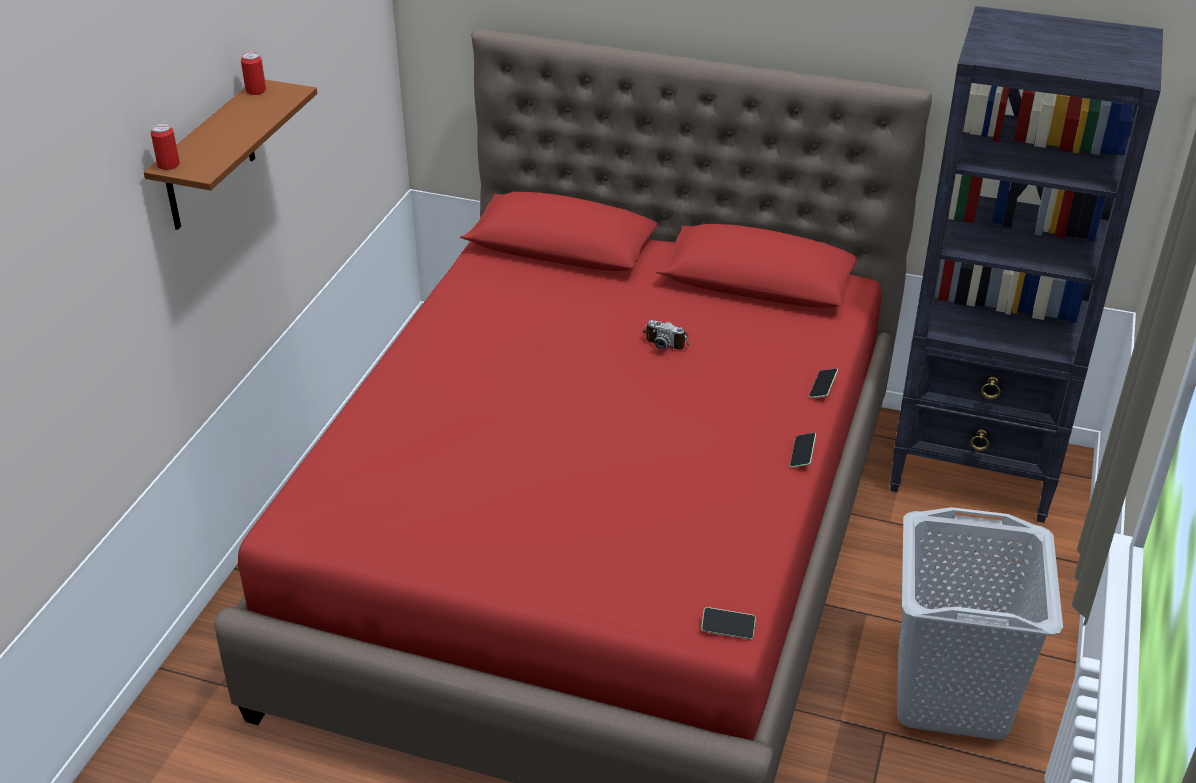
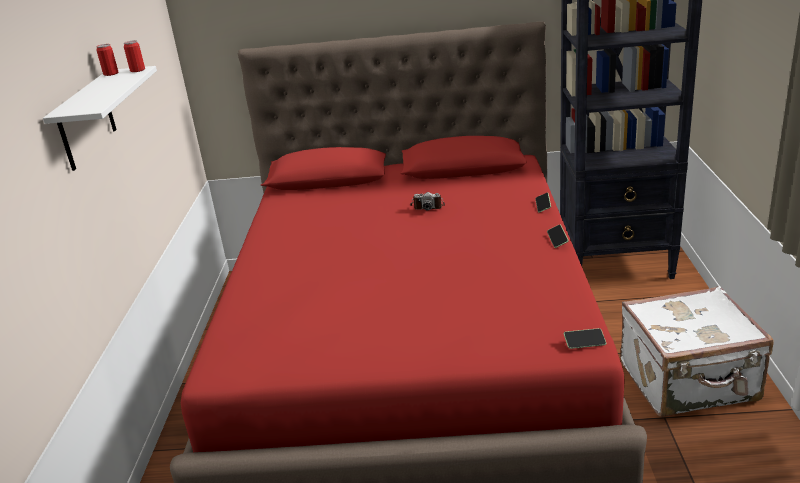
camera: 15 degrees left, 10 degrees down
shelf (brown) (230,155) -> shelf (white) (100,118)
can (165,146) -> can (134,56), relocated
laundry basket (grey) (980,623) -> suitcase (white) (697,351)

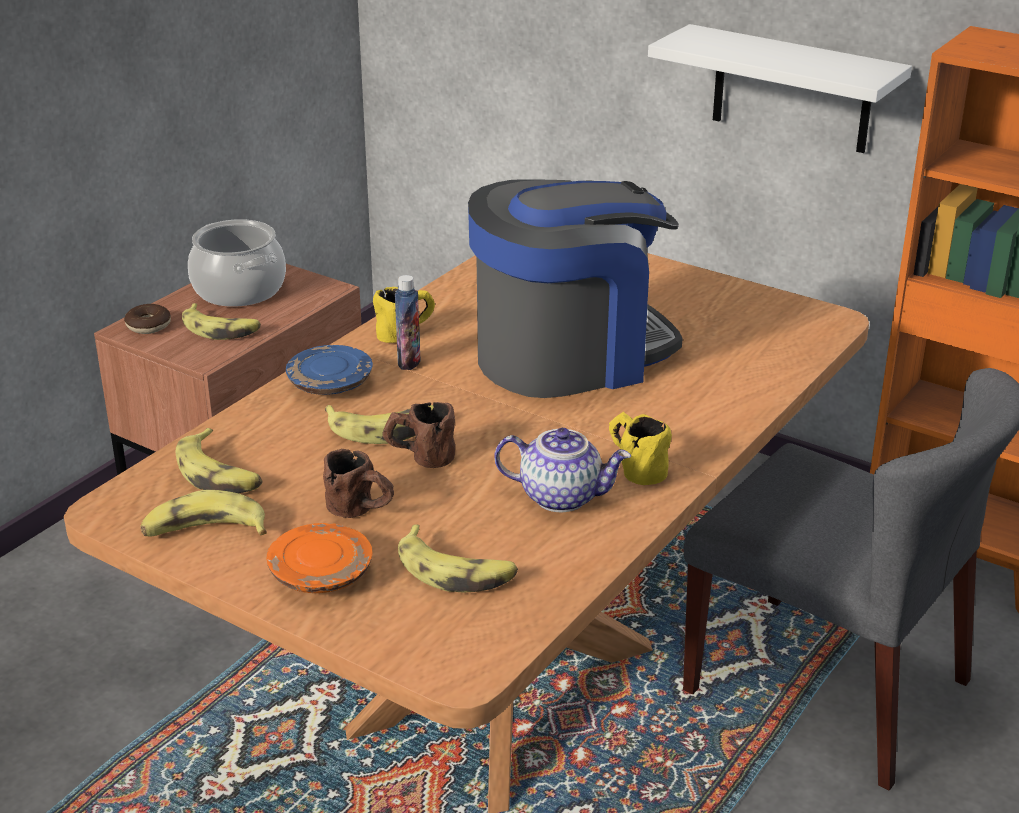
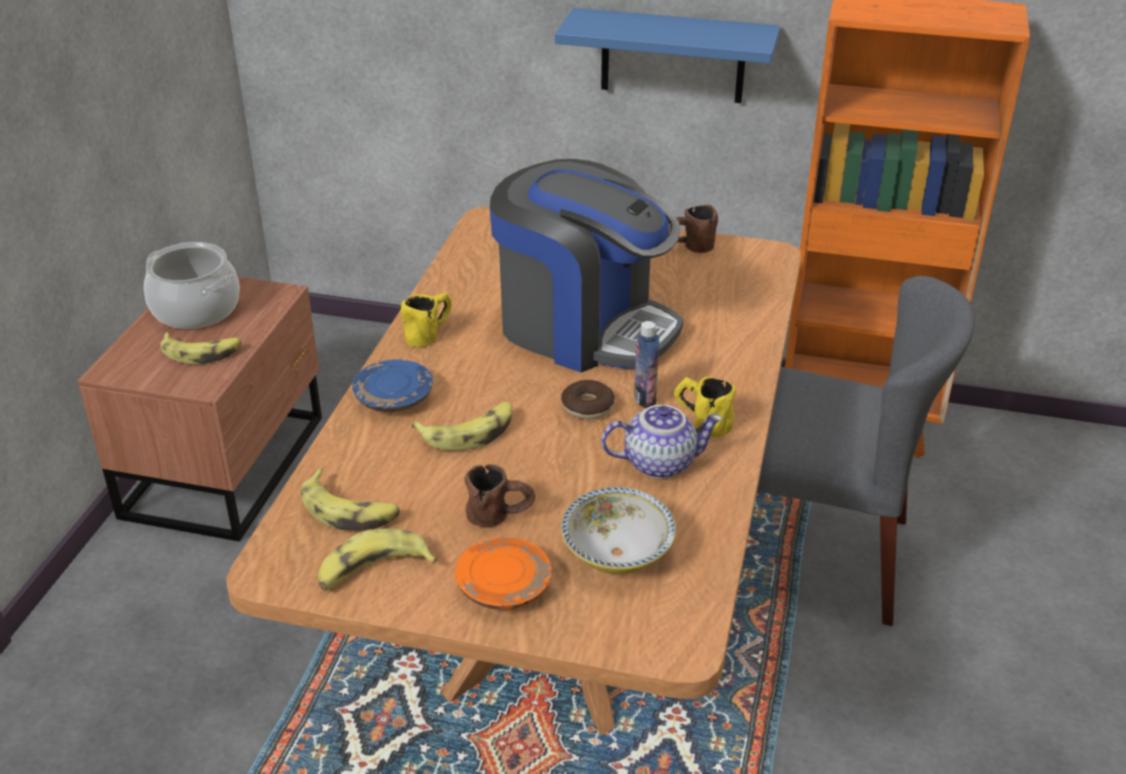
camera: 20 degrees left, 5 degrees up
donut (147,319) -> donut (587,399), relocated
mug (brown) (419,435) -> mug (brown) (694,229), relocated
bottle (408,322) -> bottle (646,364), relocated
banana (458,558) -> bowl (618,530)
coffee machine (575,288) -> coffee machine (586,266), 75 degrees clockwise
shelf (white) (780,88) -> shelf (blue) (667,55)

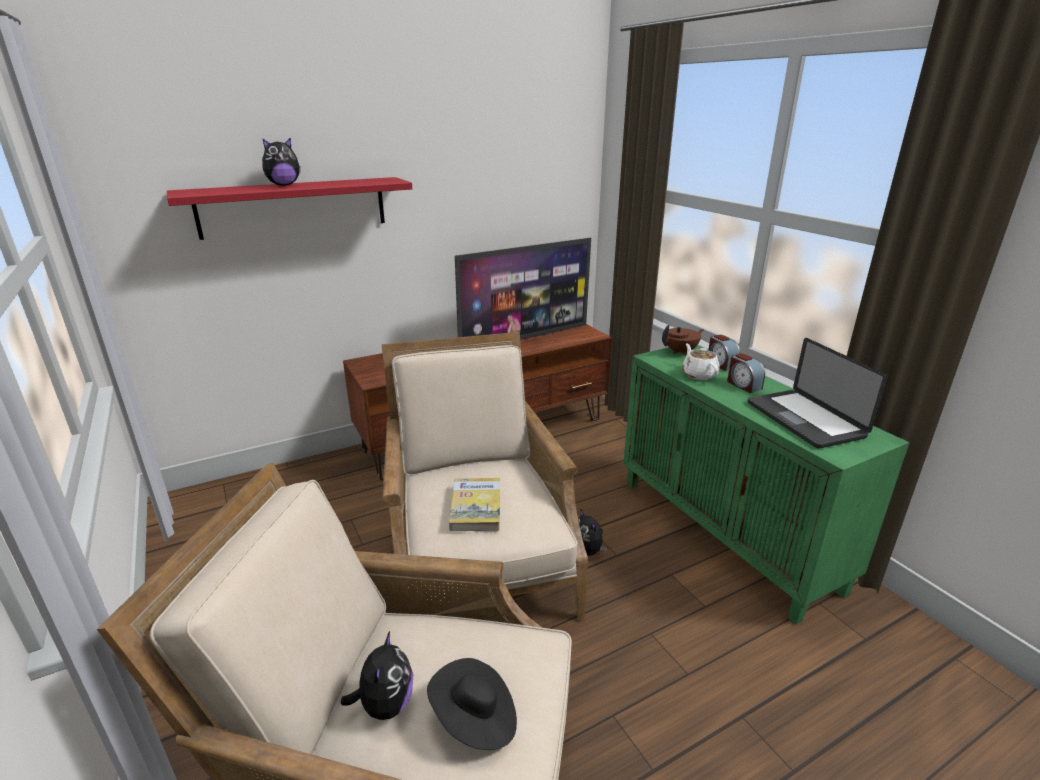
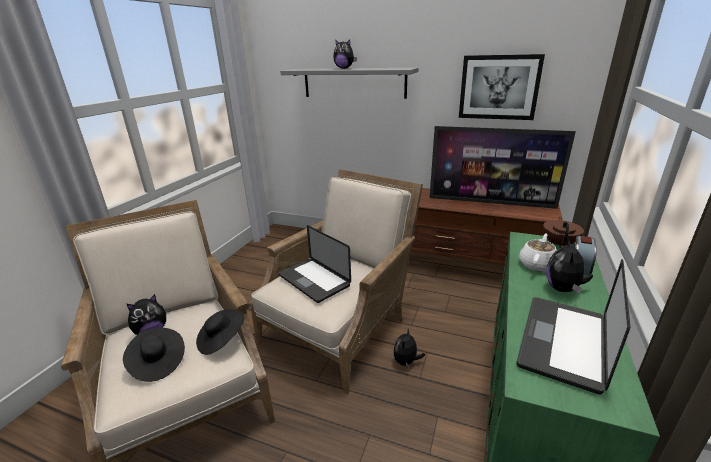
camera: 50 degrees right, 0 degrees up
shelf (red) (289,208) -> shelf (grey) (349,83)
book (474,504) -> laptop (315,264)
teapot (brown) (683,340) -> teapot (brown) (563,232), 90 degrees counterclockwise
alarm clock (746,373) -> plush toy (569,265)
none -> hat (black) (220,332)
none -> picture (502,87)

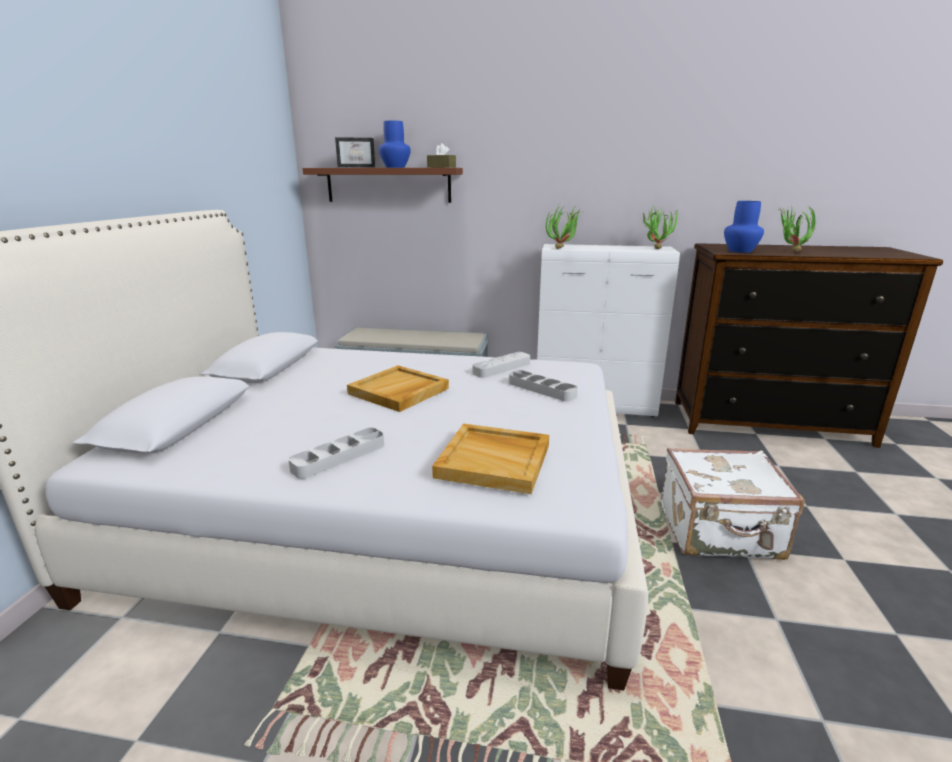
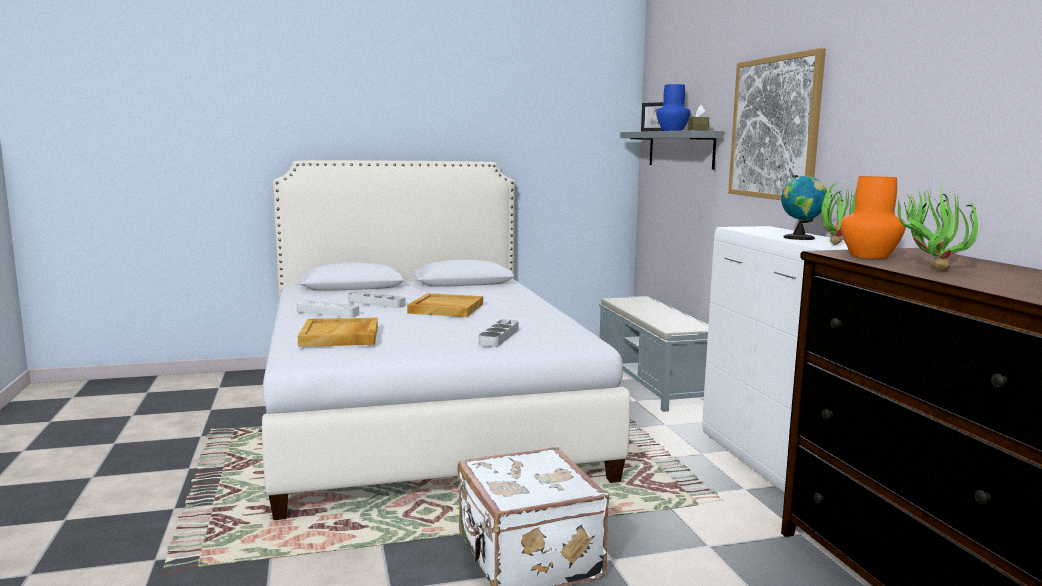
camera: 65 degrees right, 10 degrees down
shelf (brown) (383,185) -> shelf (grey) (672,150)
tray (grey) (501,365) -> tray (grey) (377,299), relocated
potted plant (563,228) -> none
vase (blue) (744,227) -> vase (orange) (873,217)
none -> picture (777,124)
none -> globe (804,207)

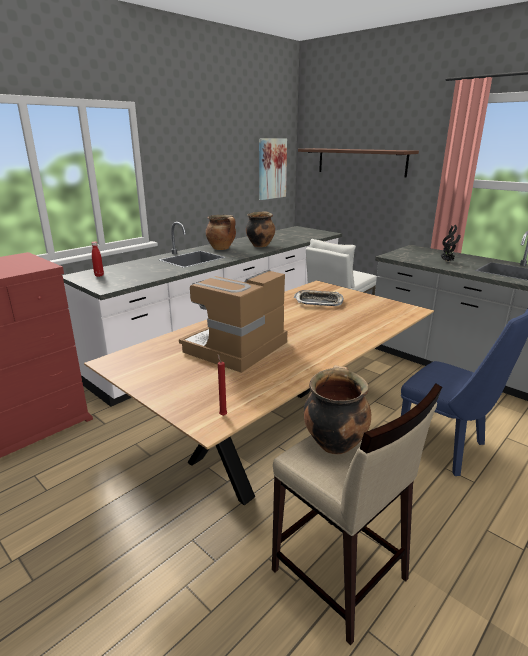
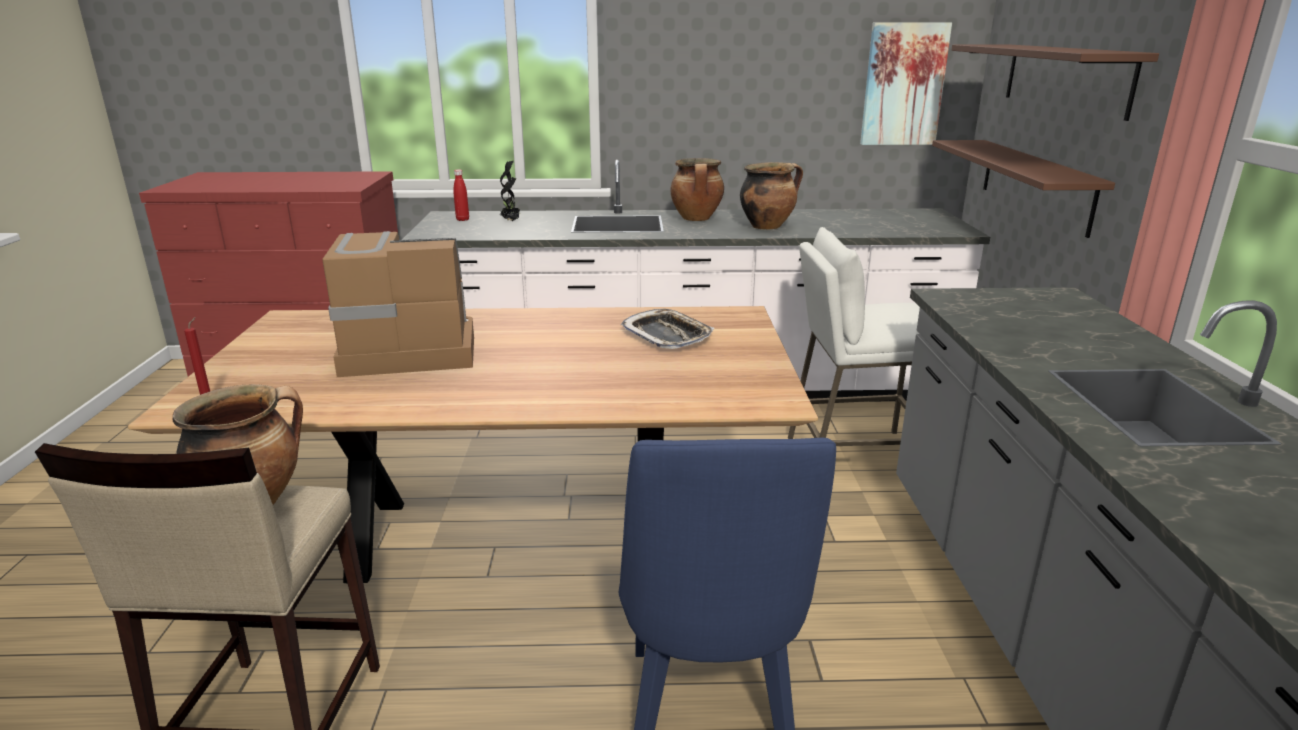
camera: 45 degrees right, 0 degrees up
potted plant (451,243) -> potted plant (511,191), relocated
none -> shelf (brown) (1023,189)

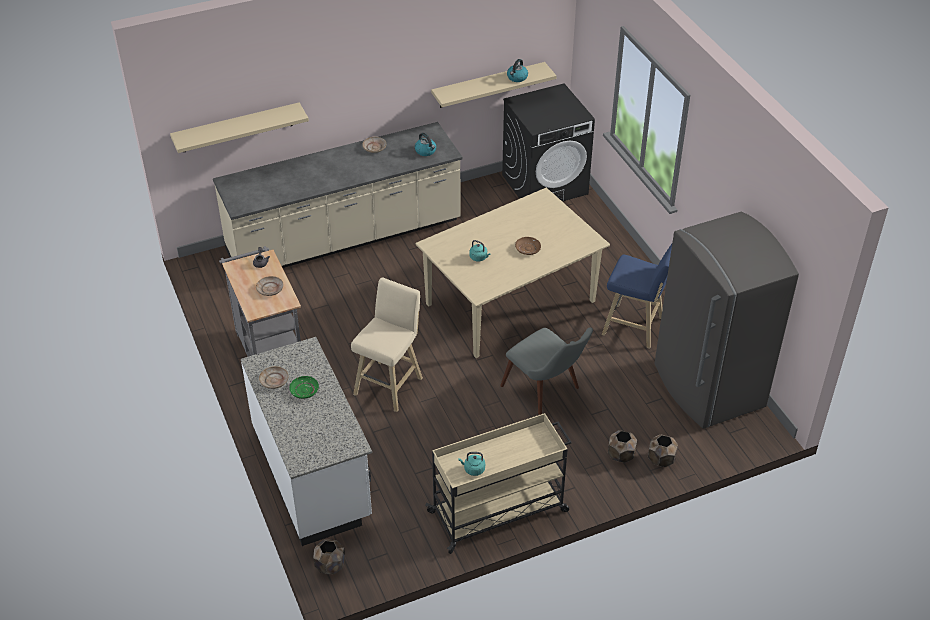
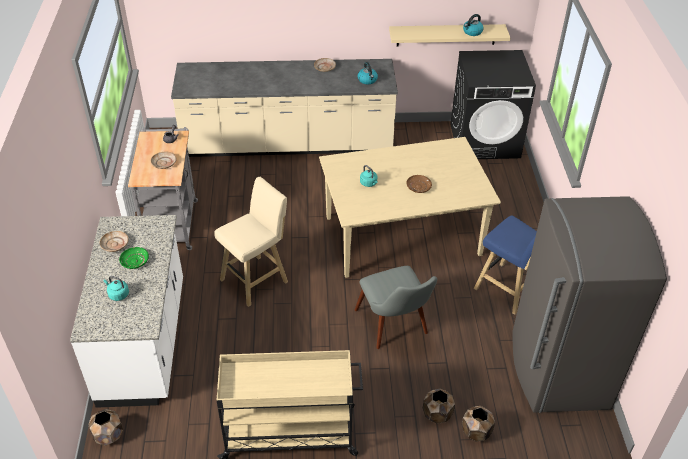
camera: 20 degrees right, 0 degrees up
shelf (beige) (239,128) -> none
kettle (turquoise) (471,464) -> kettle (turquoise) (116,288), relocated

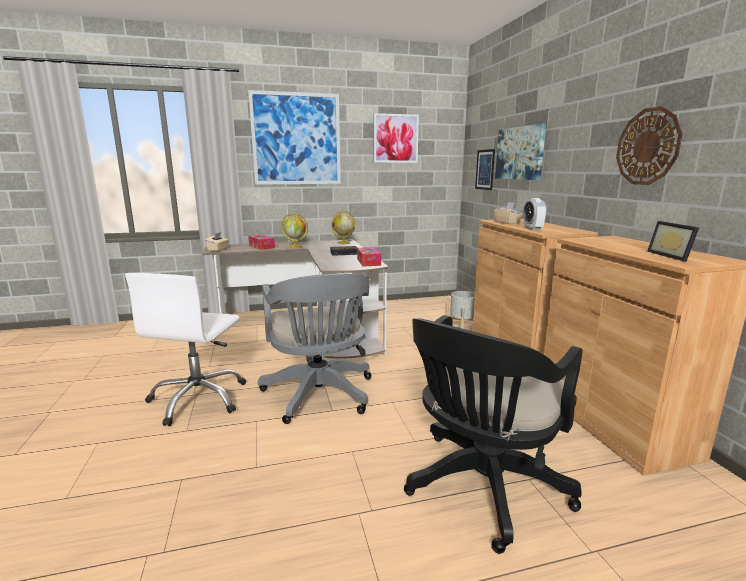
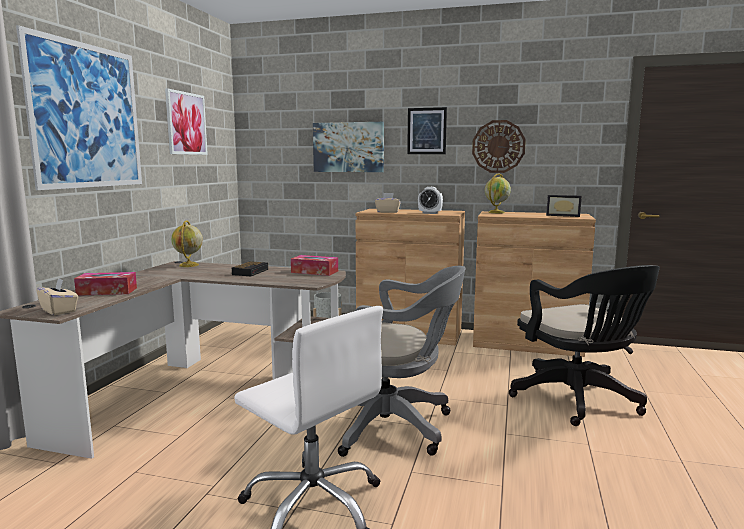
camera: 60 degrees left, 5 degrees down
globe (294,230) -> globe (498,193), relocated
picture (485,169) -> picture (427,130), relocated

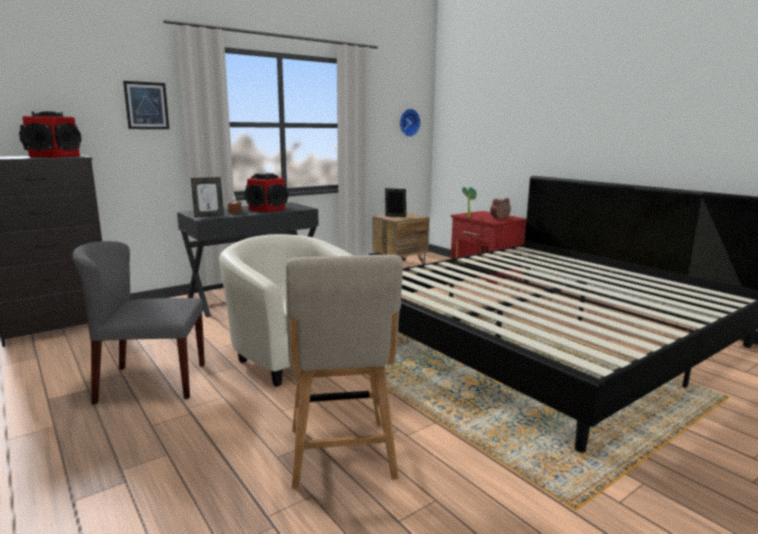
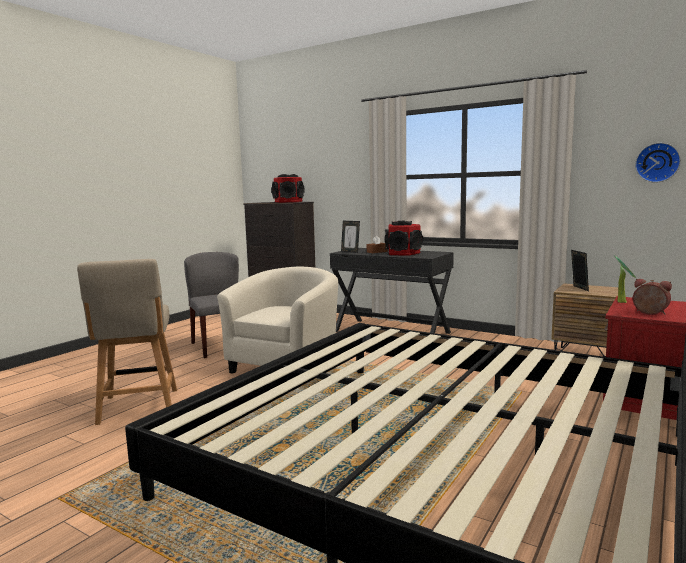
camera: 70 degrees right, 5 degrees down
picture (146,105) -> none
chair (beige) (344,372) -> chair (beige) (127,342), 75 degrees counterclockwise

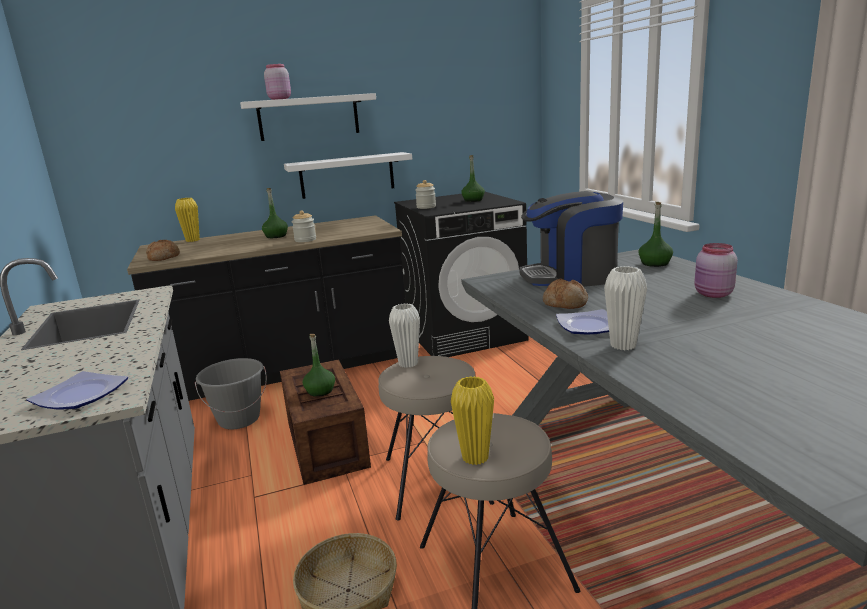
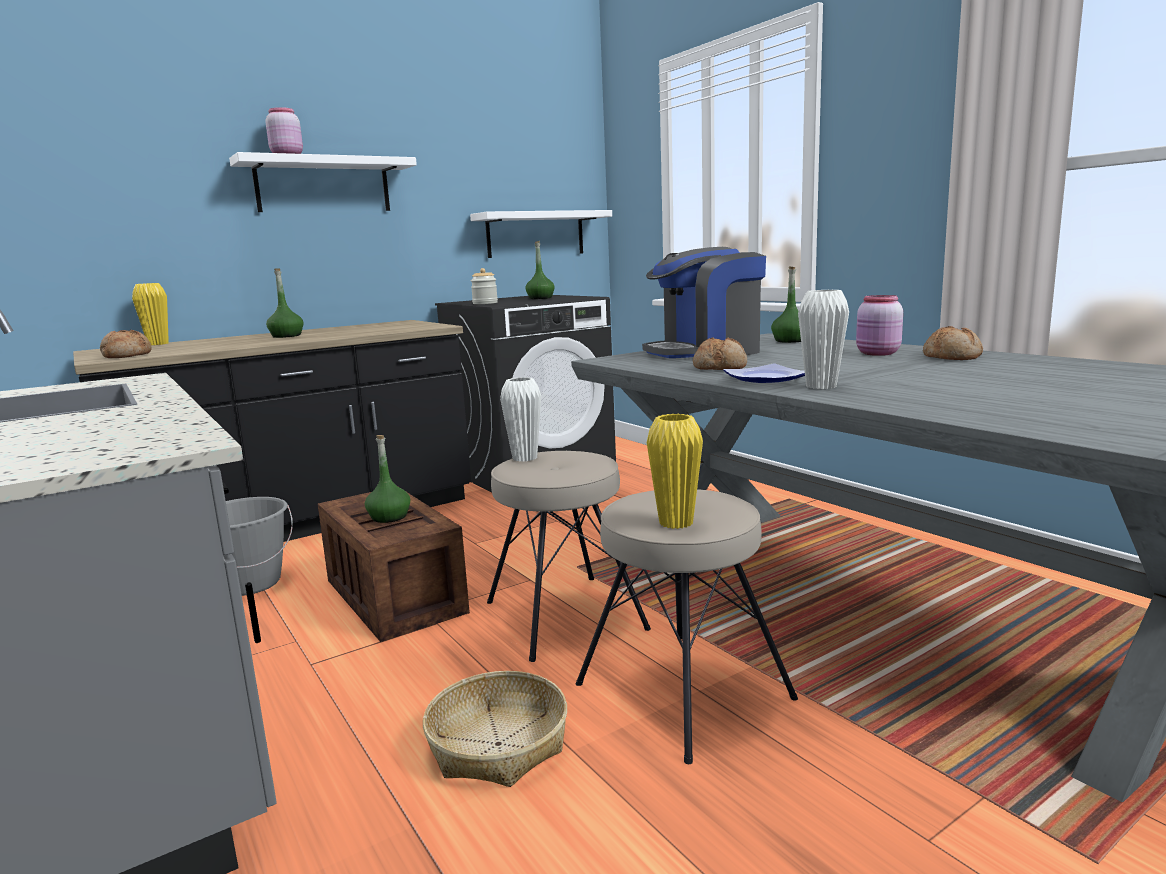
camera: 15 degrees left, 5 degrees down
plate (77,390) -> none
shelf (white) (348,175) -> shelf (white) (541,234), relocated
jar (304,226) -> none
none -> bread (953,343)

